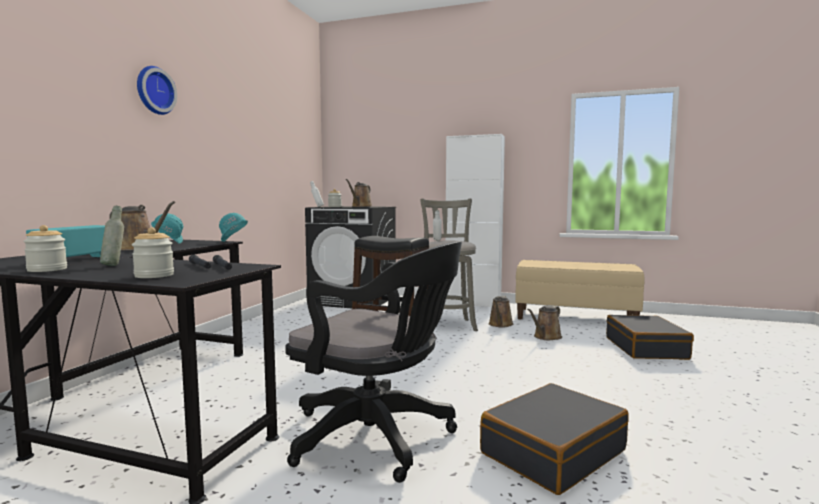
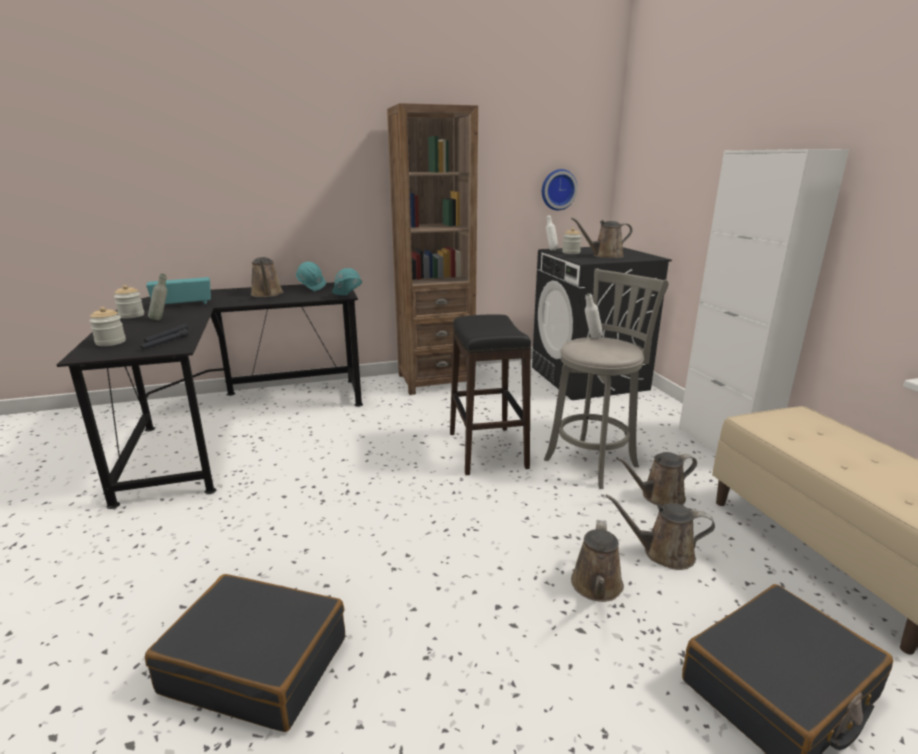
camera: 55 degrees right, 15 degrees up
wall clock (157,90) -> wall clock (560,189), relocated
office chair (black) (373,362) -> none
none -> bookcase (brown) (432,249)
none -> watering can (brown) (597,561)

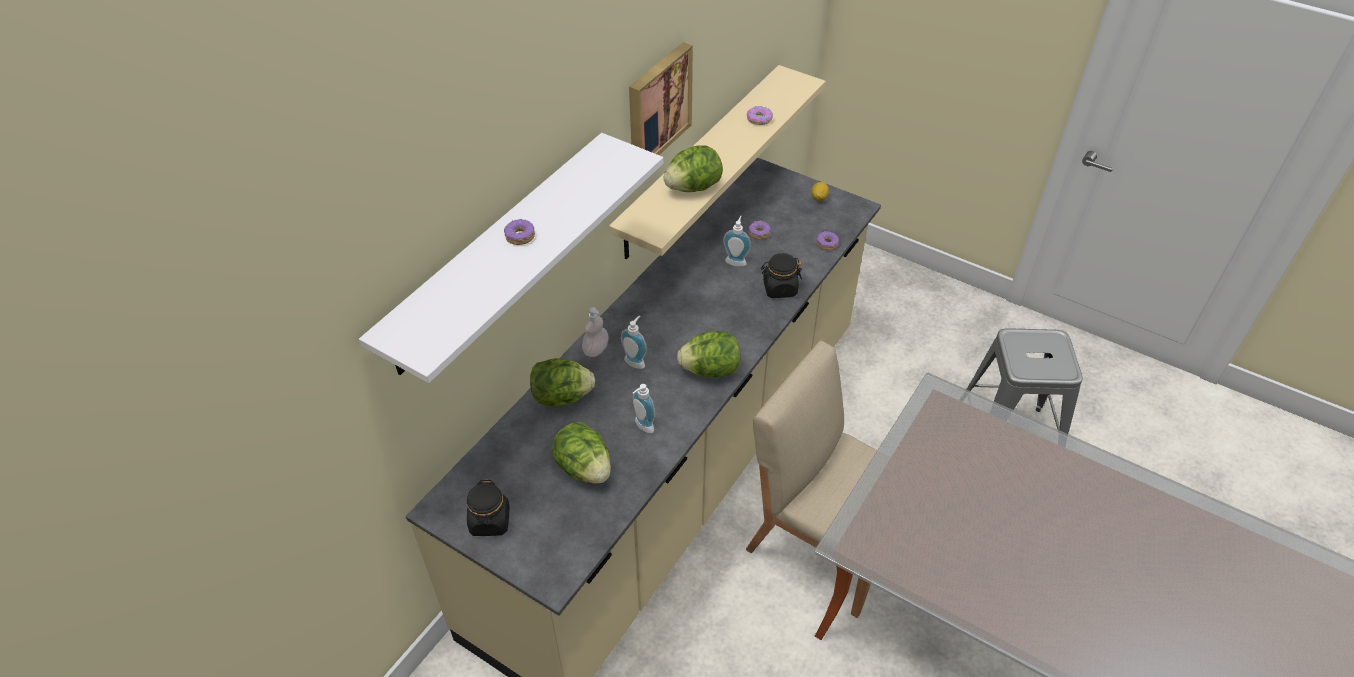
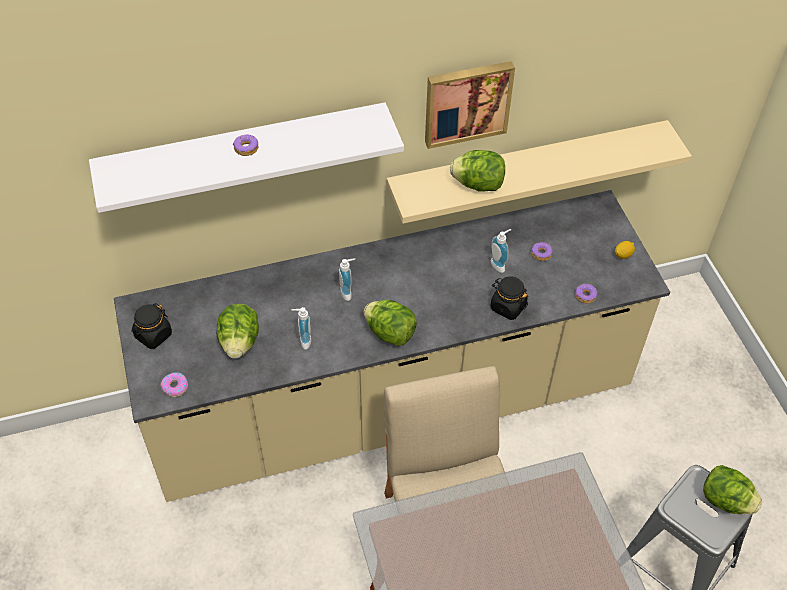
camera: 40 degrees right, 5 degrees up
lettuce (562,382) -> lettuce (732,489), relocated
soap dispenser (595,332) -> none
donut (760,115) -> donut (174,385), relocated

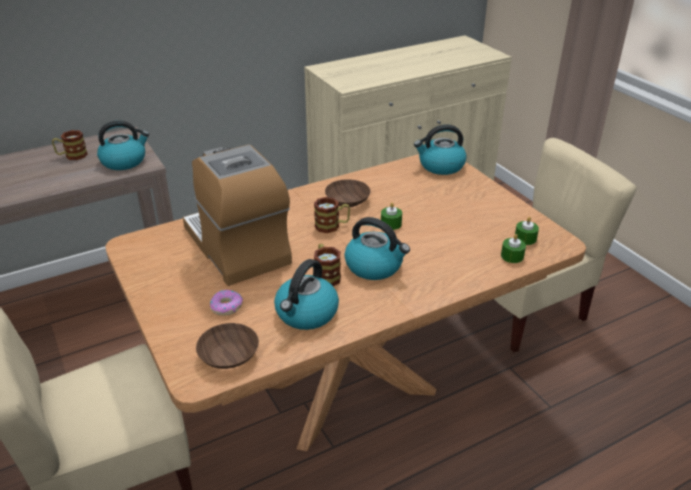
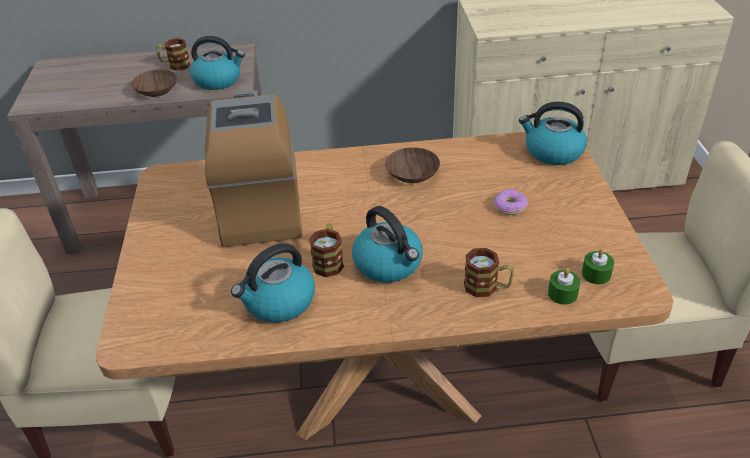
camera: 25 degrees right, 5 degrees up
bowl (brown) (227,346) -> bowl (brown) (154,83), relocated
donut (226,303) -> donut (511,202), relocated
mug (332,215) -> mug (489,272), relocated
candle (green) (391,216) -> none

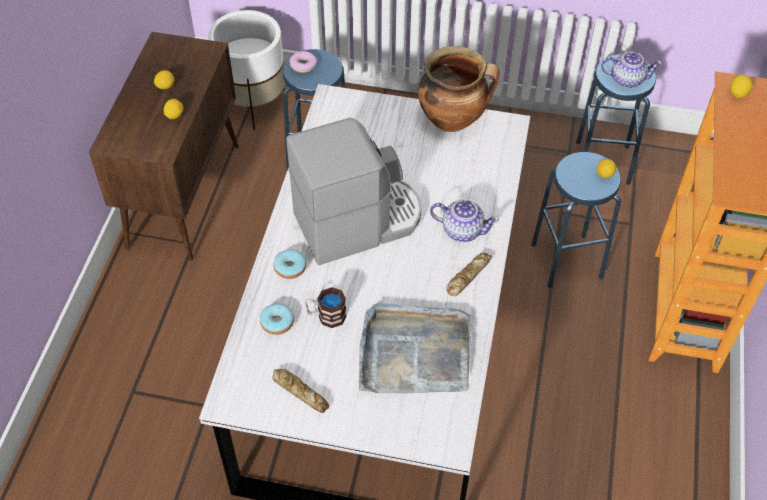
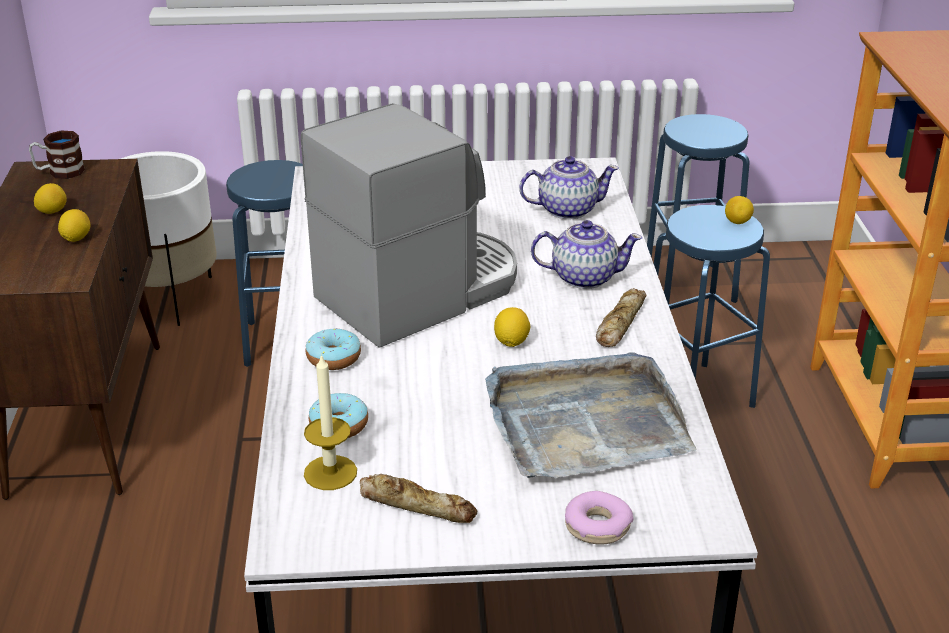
camera: 15 degrees left, 20 degrees down
donut (303,62) -> donut (599,518), relocated
mug (325,307) -> mug (57,155), relocated
cooking pot (458,89) -> none
teapot (631,70) -> teapot (569,187), relocated
lemon (741,86) -> lemon (512,327), relocated
none -> candle (330,421)

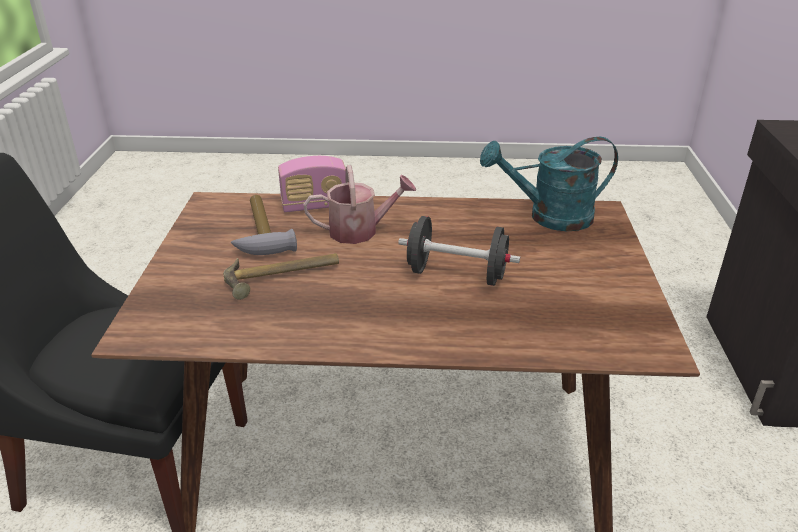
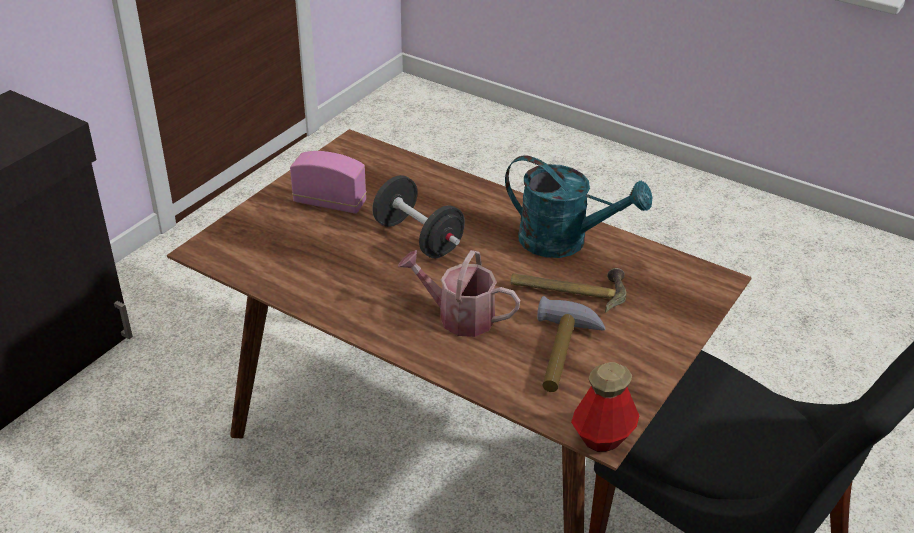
camera: 150 degrees left, 5 degrees up
radio (312,184) -> radio (328,182), relocated
watering can (turquoise) (549,184) -> watering can (turquoise) (578,206), relocated
none -> bottle (605,407)

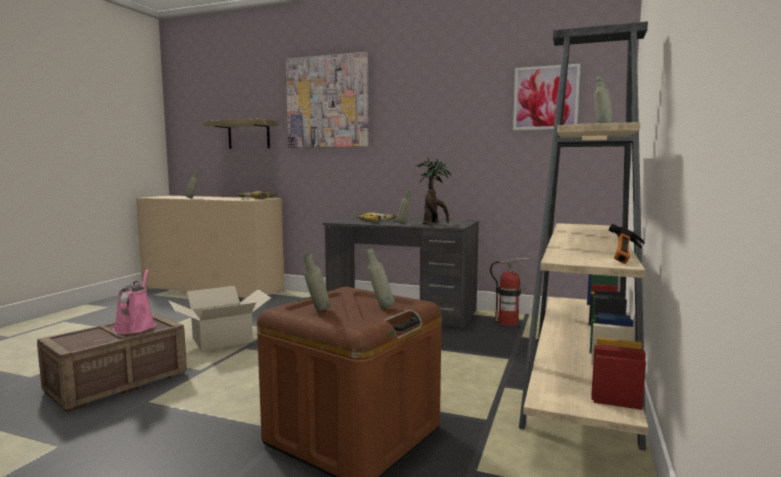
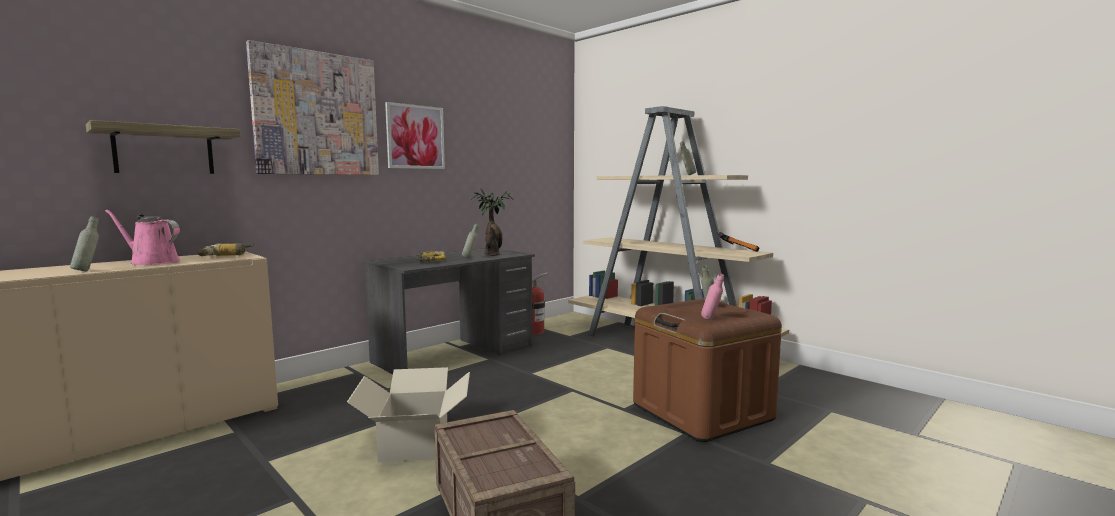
camera: 65 degrees left, 0 degrees up
watering can (pink) (134,301) -> watering can (pink) (142,237), relocated
bottle (grey) (316,282) -> bottle (pink) (712,297)
picture (546,97) -> picture (415,135), relocated

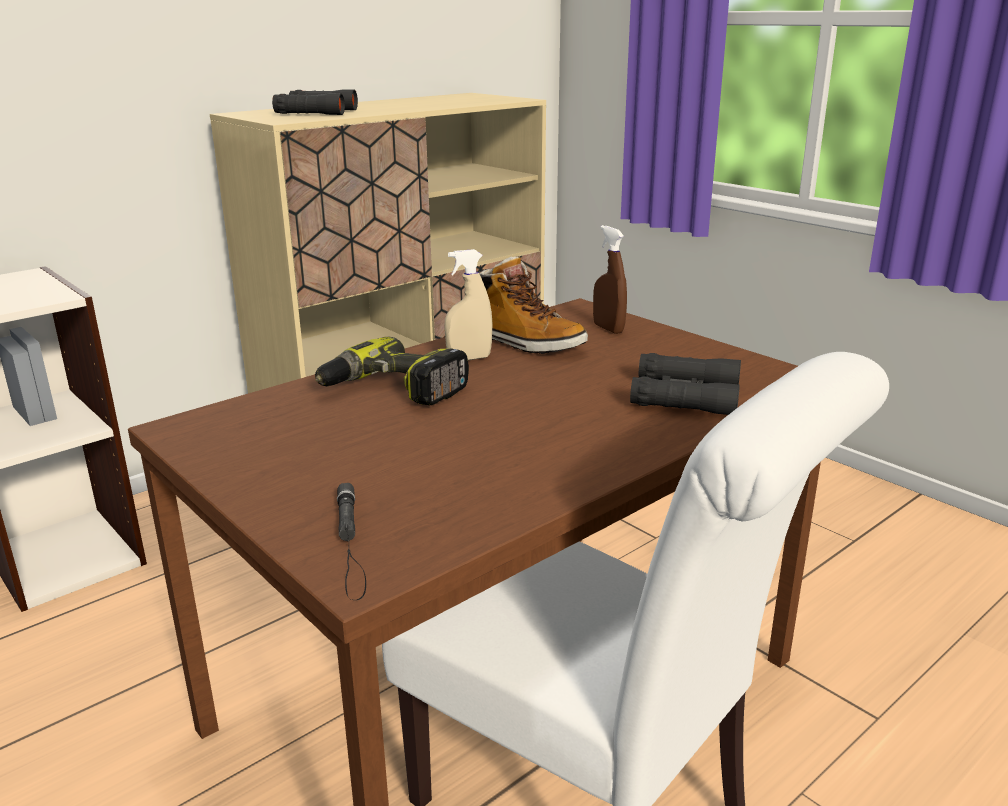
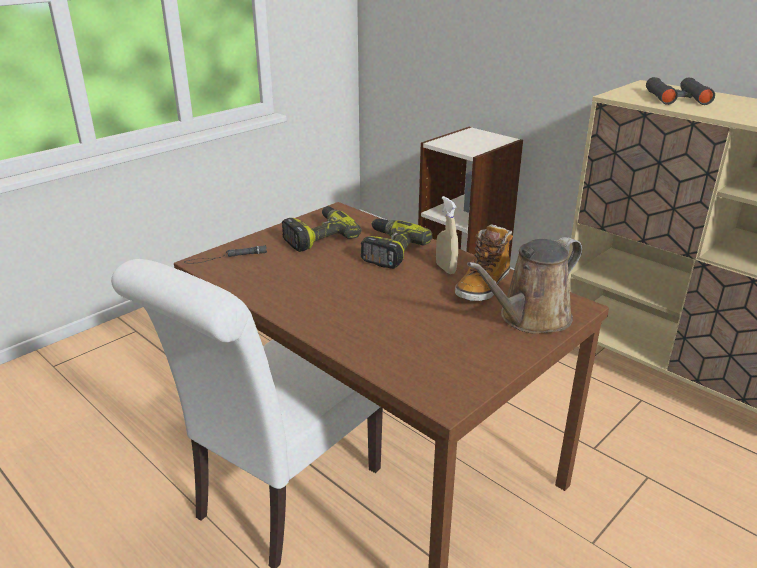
camera: 85 degrees right, 5 degrees up
spray bottle (brown) (610,279) -> watering can (brown) (524,285)
binoculars (black) (685,384) -> none
none -> power drill (322,229)

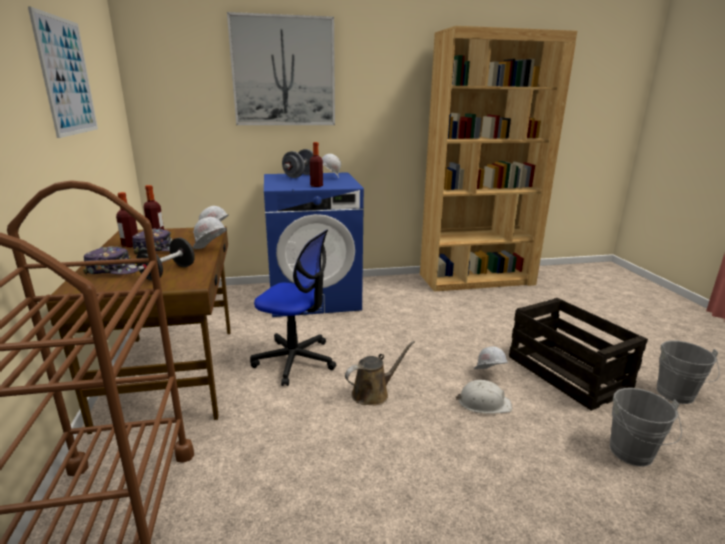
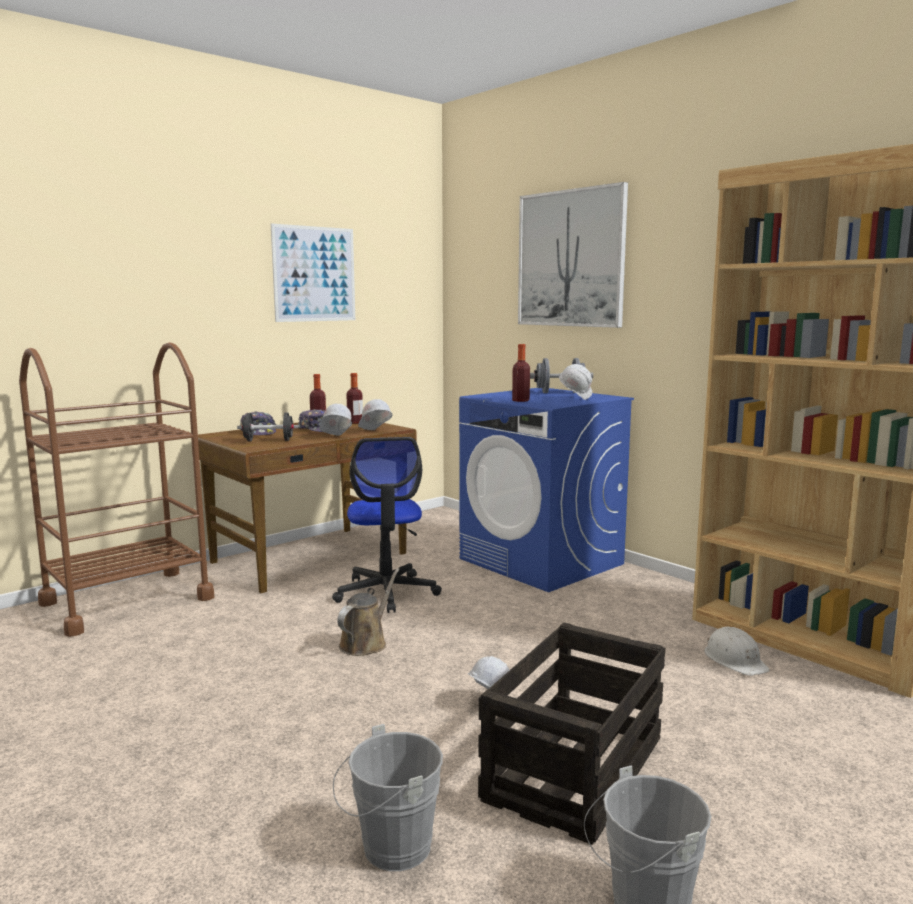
camera: 60 degrees right, 10 degrees down
watering can (brown) (380,373) -> watering can (brown) (368,612), 90 degrees counterclockwise
hard hat (white) (484,397) -> hard hat (white) (737,651), relocated

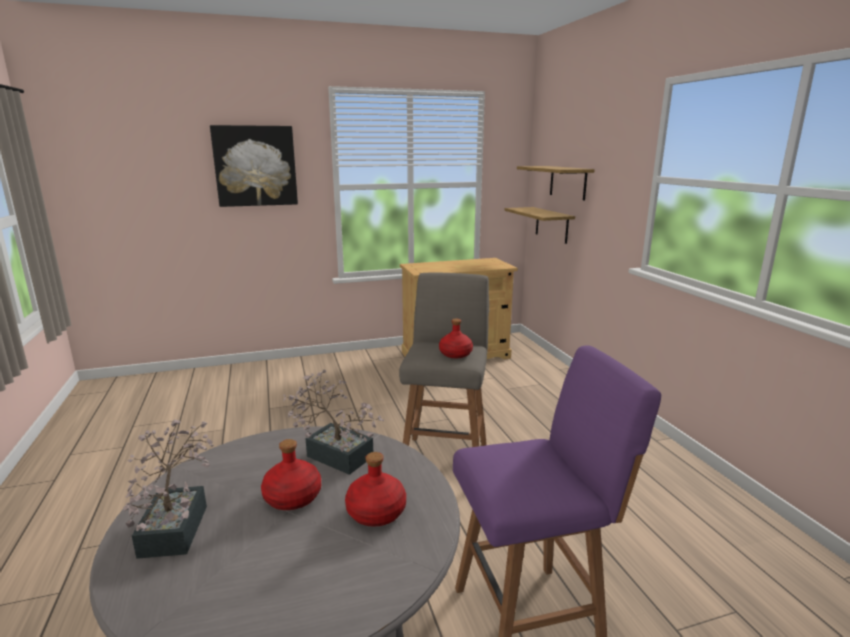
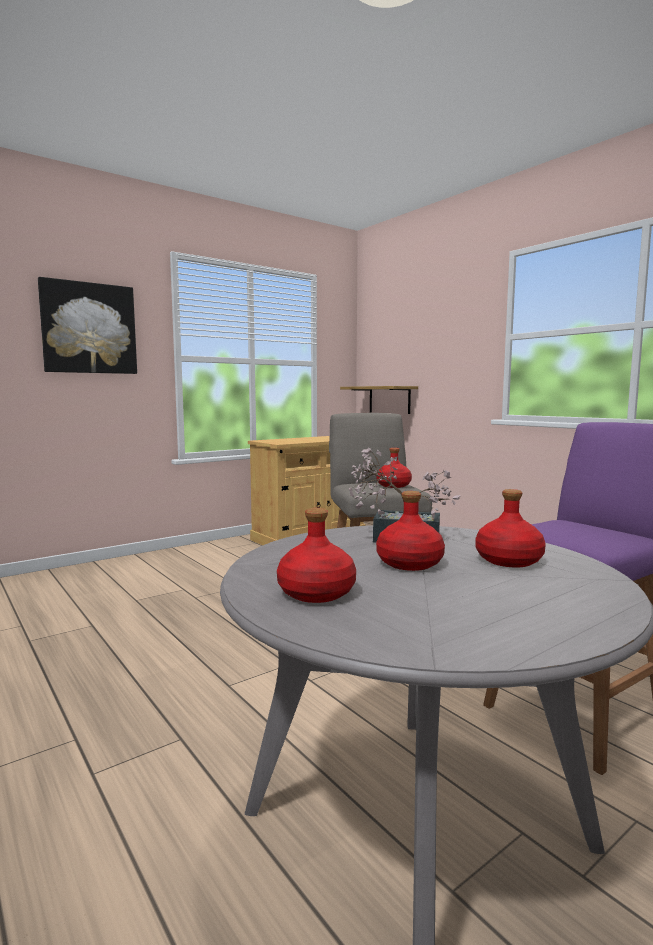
camera: 20 degrees left, 10 degrees down
potted plant (168,489) -> bottle (red) (316,555)
shelf (556,183) -> none

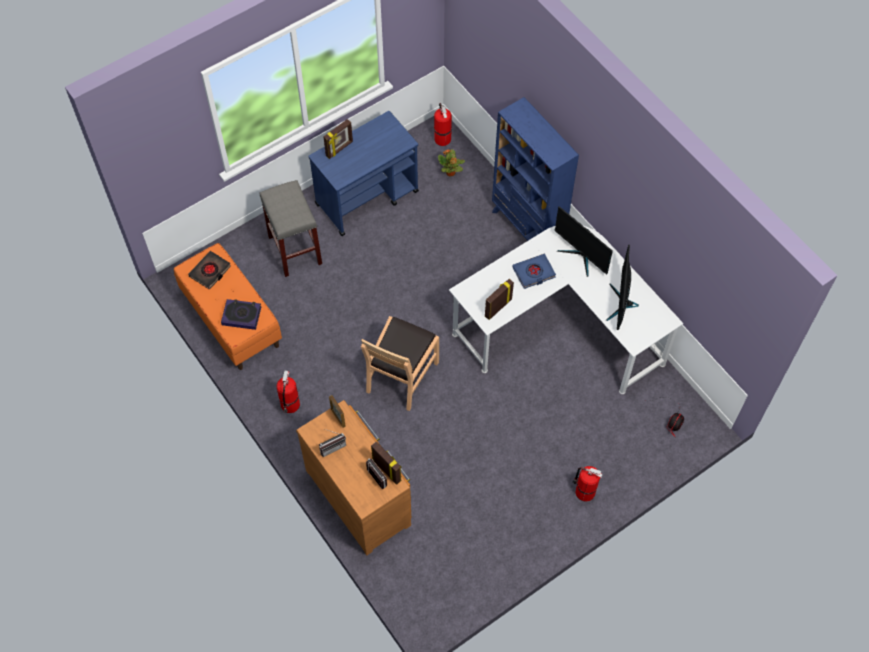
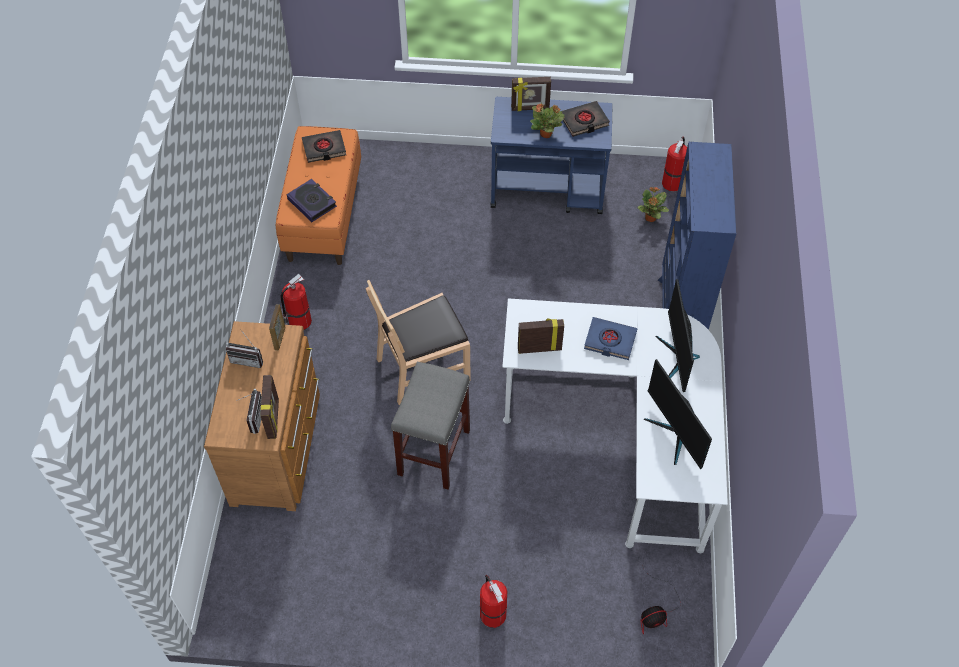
camera: 40 degrees right, 5 degrees down
stool (grey) (291,228) -> stool (grey) (430,425), relocated
monitor (622,287) -> monitor (678,414), 75 degrees counterclockwise
none -> potted plant (547,120)
none -> book (black) (586,119)

